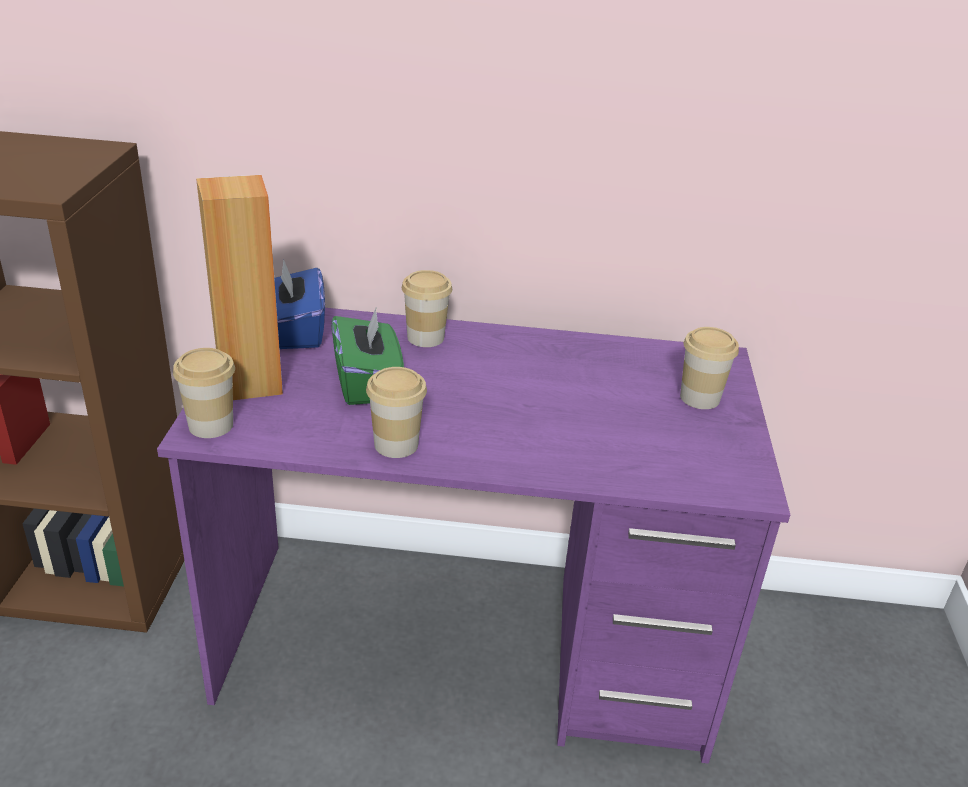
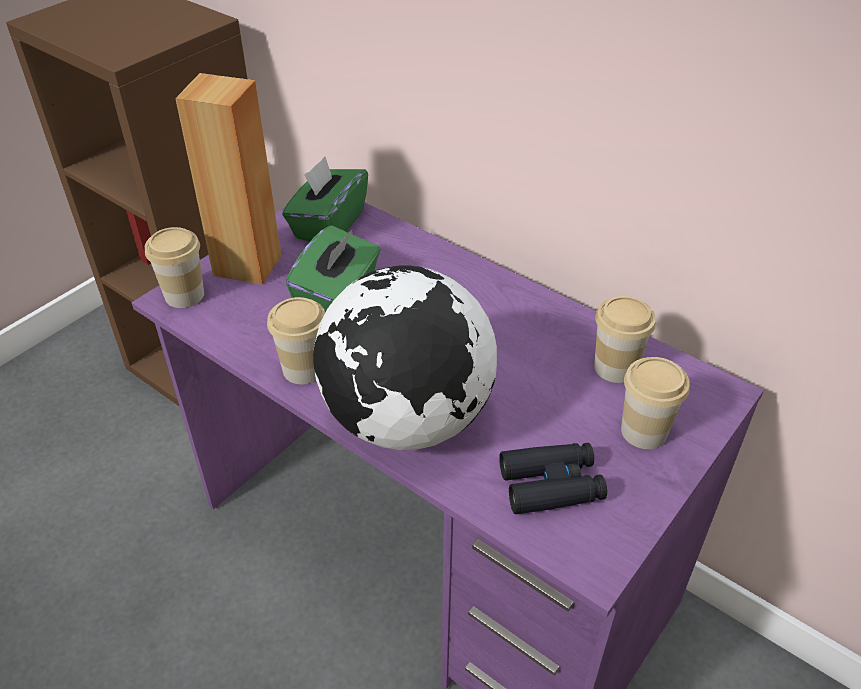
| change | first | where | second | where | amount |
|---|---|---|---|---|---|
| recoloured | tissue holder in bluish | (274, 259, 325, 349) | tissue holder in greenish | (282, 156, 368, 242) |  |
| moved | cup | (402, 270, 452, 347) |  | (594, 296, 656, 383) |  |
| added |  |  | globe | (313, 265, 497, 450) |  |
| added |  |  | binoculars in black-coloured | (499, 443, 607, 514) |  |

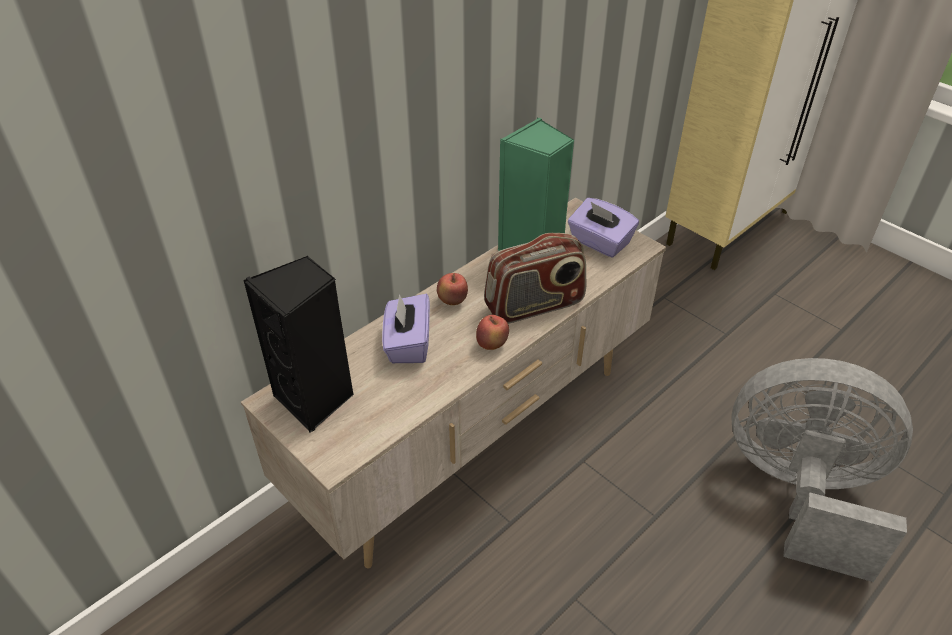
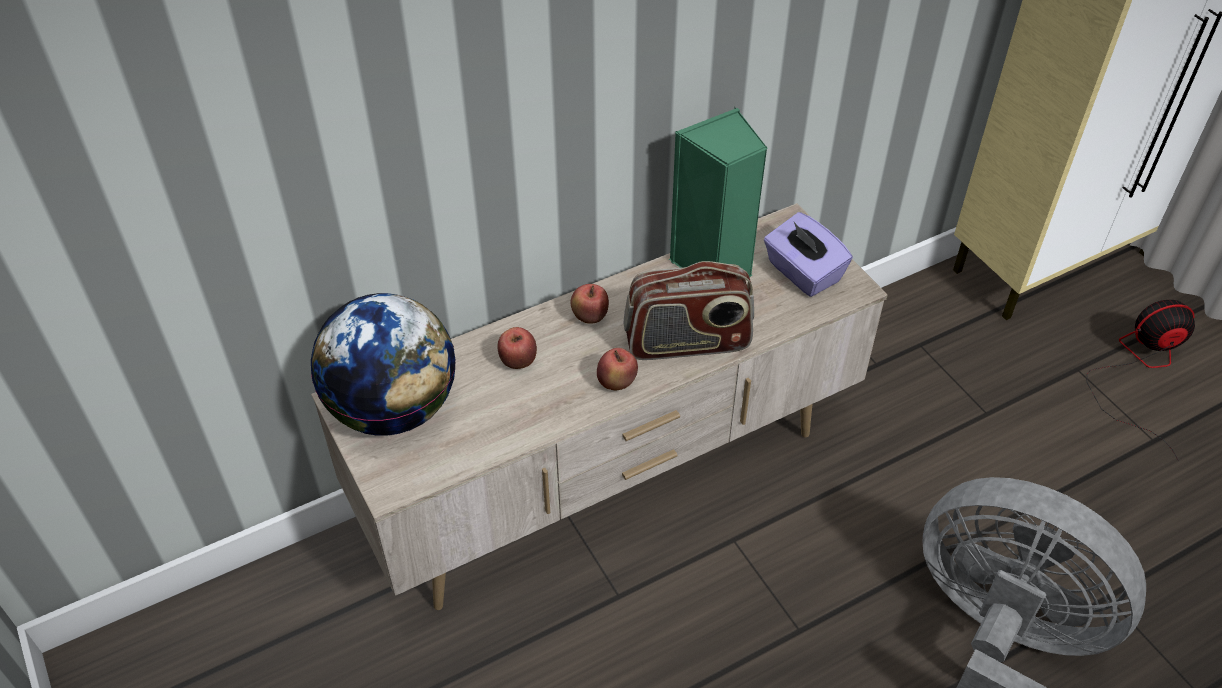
| change | first | where | second | where | amount |
|---|---|---|---|---|---|
| replaced | speaker in black-coloured | (244, 256, 354, 433) | globe | (311, 293, 456, 435) |  |
| replaced | tissue holder in purple | (382, 294, 430, 363) | apple | (497, 327, 537, 369) |  |
| added |  |  | electric fan | (1087, 300, 1195, 461) |  |

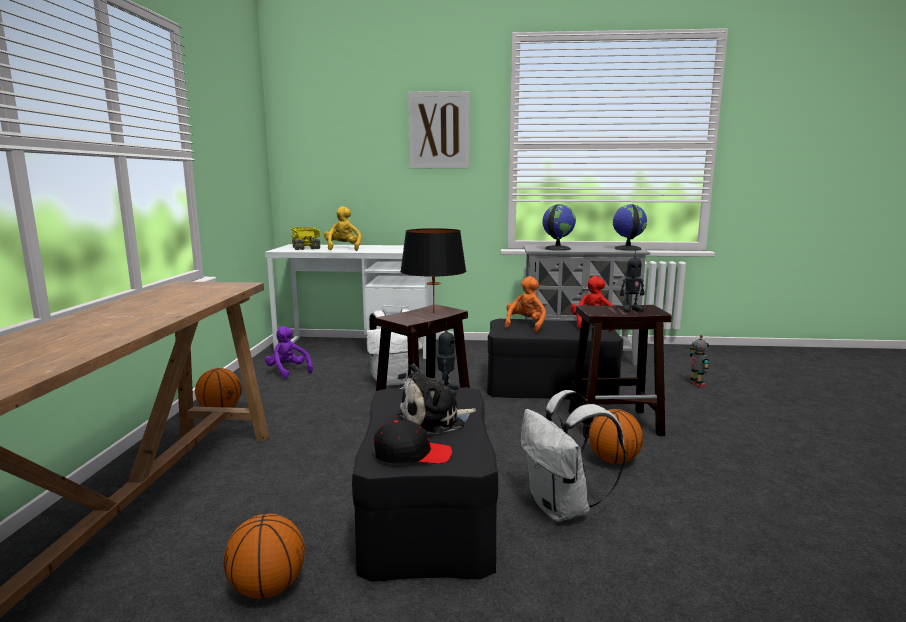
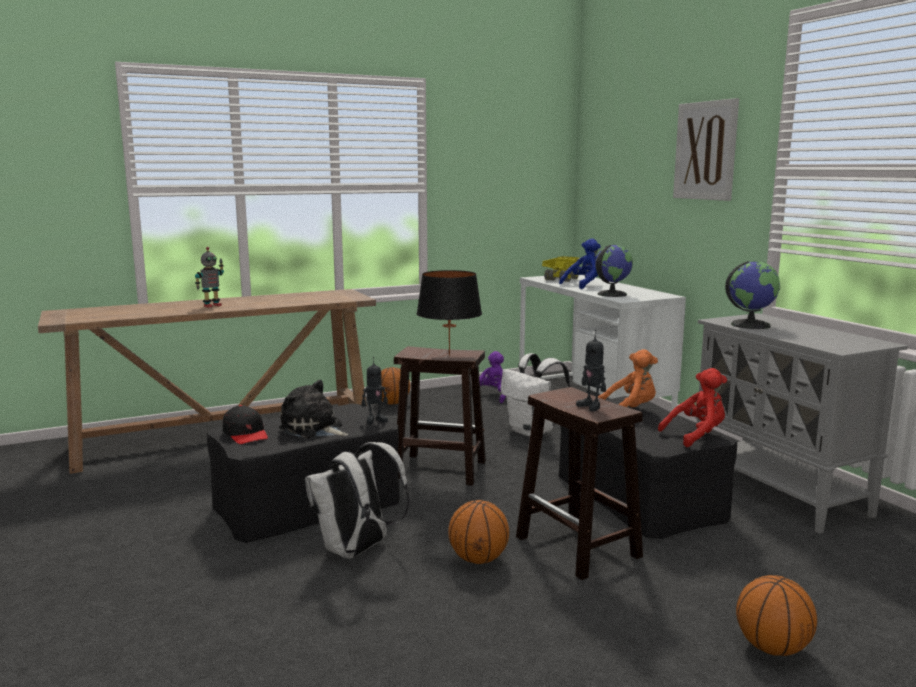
| change | first | where | second | where | amount |
|---|---|---|---|---|---|
| moved | globe | (613, 204, 647, 251) |  | (595, 245, 633, 297) |  |
| recoloured | plush toy in yellowish | (324, 206, 361, 251) | plush toy in bluish | (559, 239, 601, 289) |  |
| moved | toy robot | (689, 335, 709, 387) |  | (195, 247, 224, 308) |  |
| moved | basketball | (224, 514, 305, 599) |  | (736, 575, 817, 656) |  |

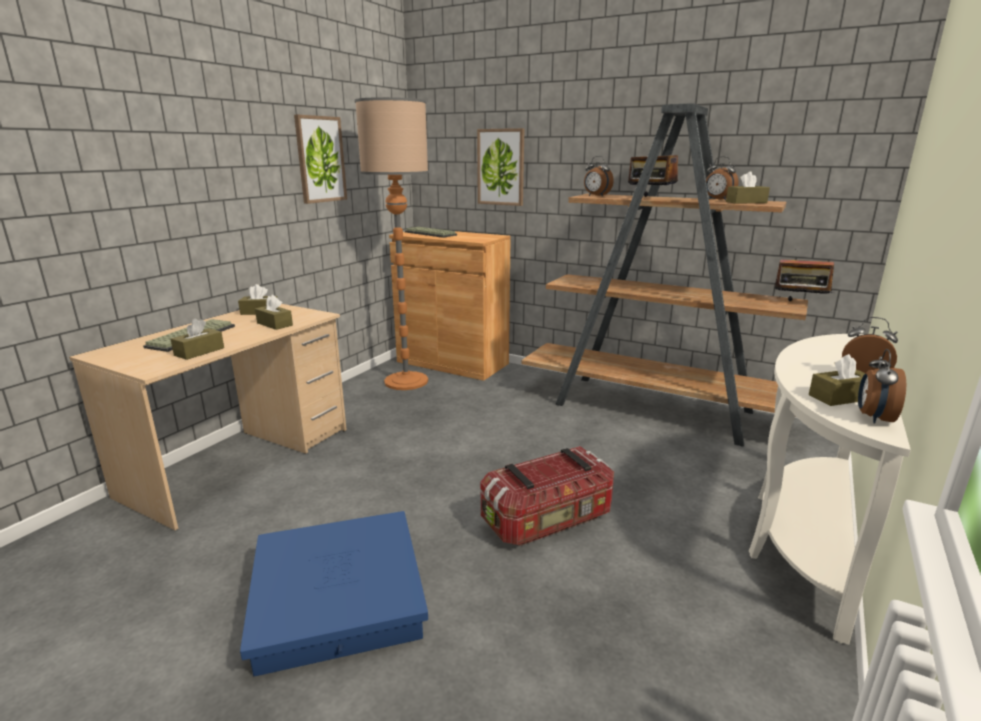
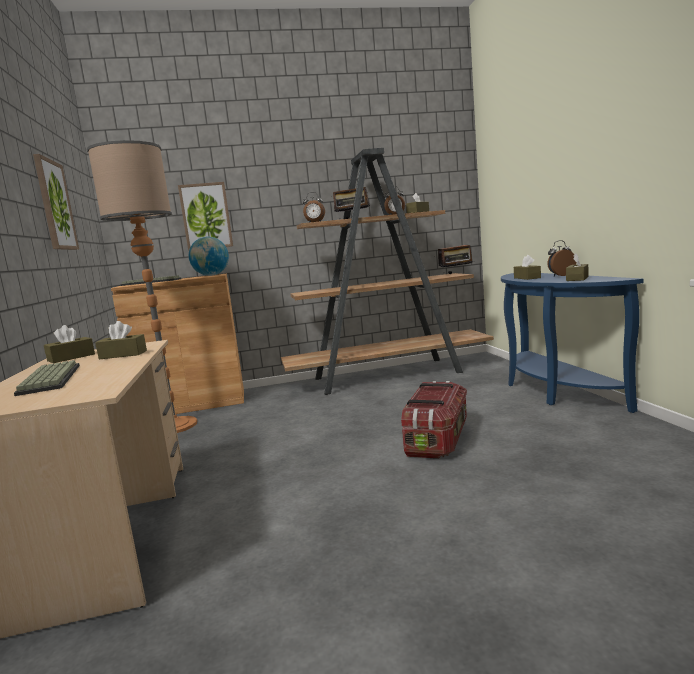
| change | first | where | second | where | amount |
|---|---|---|---|---|---|
| moved | tissue holder in brownish | (171, 318, 224, 360) |  | (514, 255, 541, 280) |  |
| recoloured | narrow table in white | (749, 334, 911, 645) | narrow table in bluish | (501, 273, 643, 413) |  |
| removed | alarm clock | (858, 349, 906, 424) |  |  |  |
| removed | storage bin in bluish | (240, 511, 428, 676) |  |  |  |
| added |  |  | globe | (189, 237, 229, 276) |  |

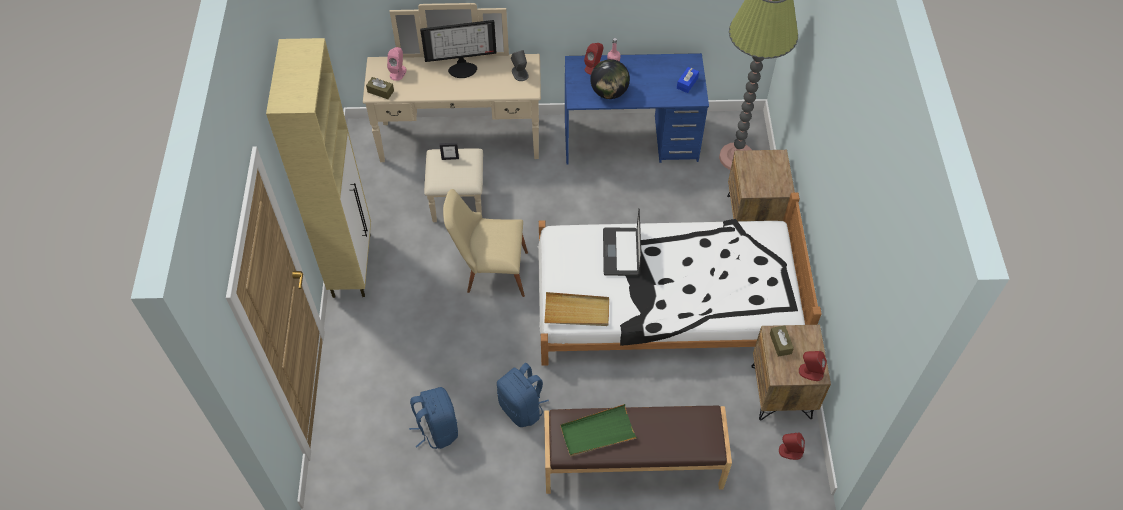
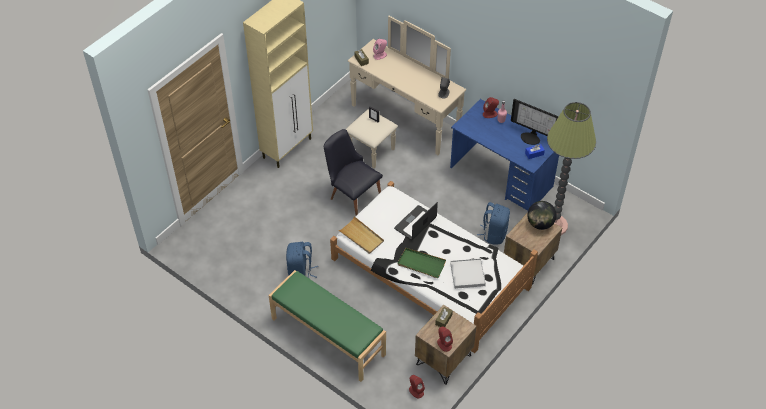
| change | first | where | second | where | amount |
|---|---|---|---|---|---|
| moved | computer display | (420, 20, 497, 78) |  | (511, 99, 559, 145) |  |
| moved | globe | (590, 59, 630, 99) |  | (527, 201, 557, 230) |  |
| recoloured | plain chair in beige | (443, 189, 528, 297) | plain chair in black-coloured | (324, 129, 383, 216) |  |
| moved | knapsack in bluish | (409, 387, 458, 449) |  | (477, 202, 510, 245) |  |
| moved | tray in greenish | (560, 404, 637, 456) |  | (397, 248, 446, 278) |  |
| recoloured | indoor bench in brownish | (544, 406, 732, 494) | indoor bench in greenish | (269, 270, 386, 382) |  |
| added |  |  | tray in white | (450, 258, 486, 289) |  |

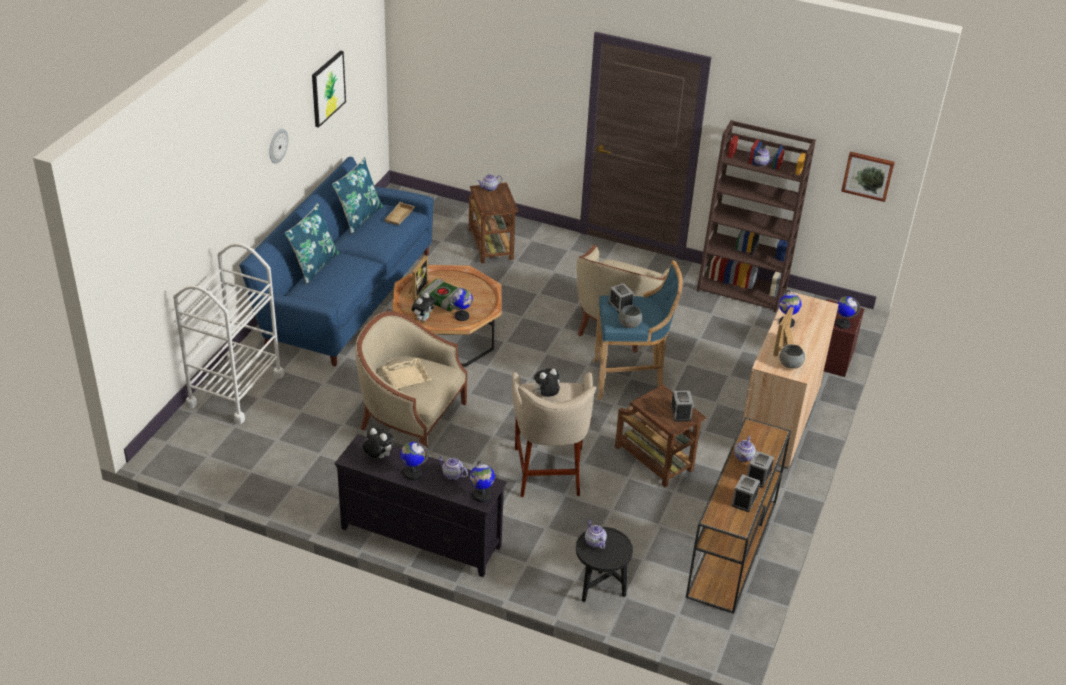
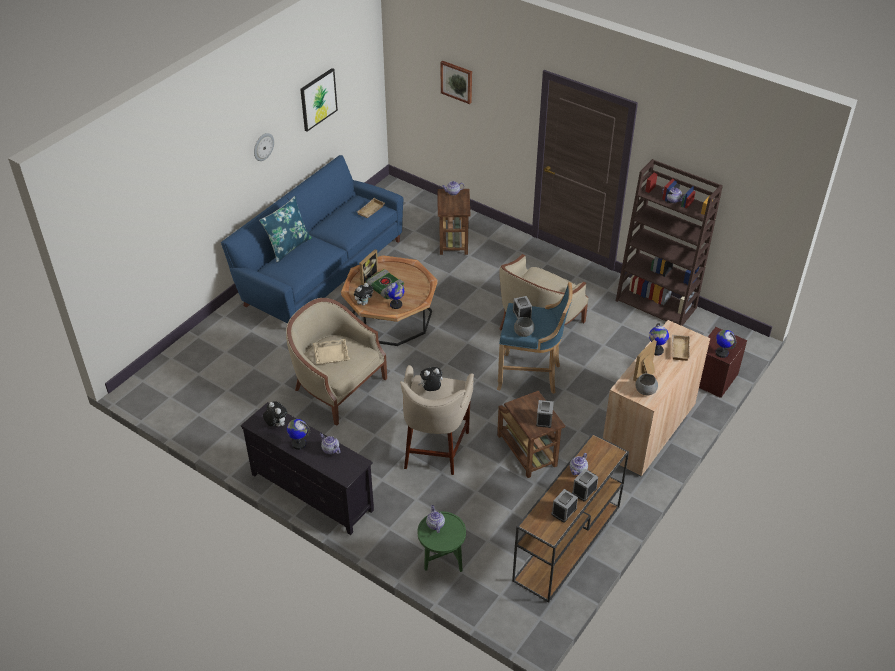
| change | first | where | second | where | amount |
|---|---|---|---|---|---|
| moved | picture | (841, 152, 895, 202) |  | (441, 61, 472, 104) |  |
| removed | cushion in bluish | (332, 157, 383, 234) |  |  |  |
| removed | wheeled cart in white | (173, 243, 284, 424) |  |  |  |
| removed | globe | (470, 461, 495, 502) |  |  |  |
| recoloured | accent table in black-coloured | (576, 527, 633, 602) | accent table in greenish | (418, 511, 466, 572) |  |
| added |  |  | tray in beige | (672, 335, 690, 361) |  |

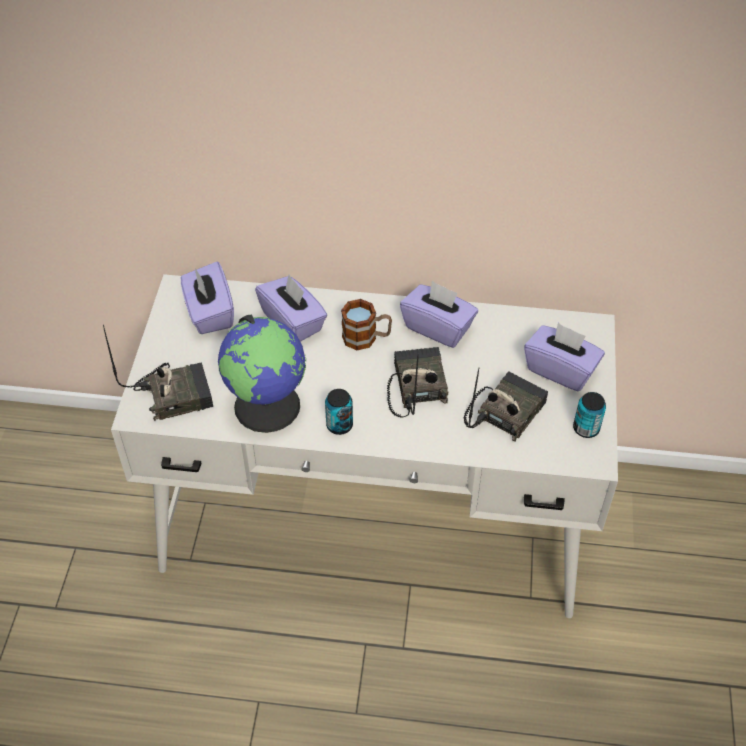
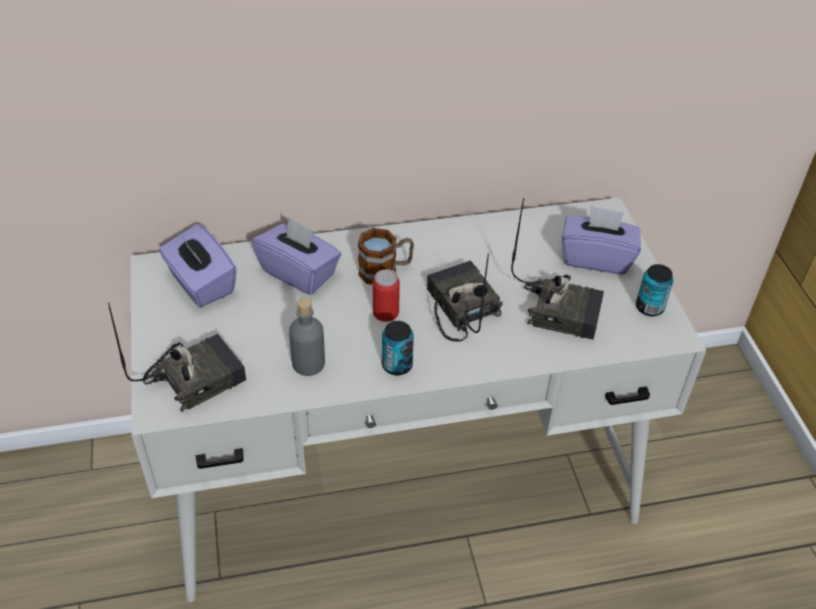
| change | first | where | second | where | amount |
|---|---|---|---|---|---|
| removed | tissue holder in purple | (400, 281, 478, 348) |  |  |  |
| replaced | globe | (218, 315, 306, 433) | bottle in gray | (289, 298, 325, 376) |  |
| turned | radio receiver | (464, 367, 548, 442) |  | (511, 198, 604, 339) | 90 degrees clockwise |
| added |  |  | metal can | (373, 269, 400, 322) |  |

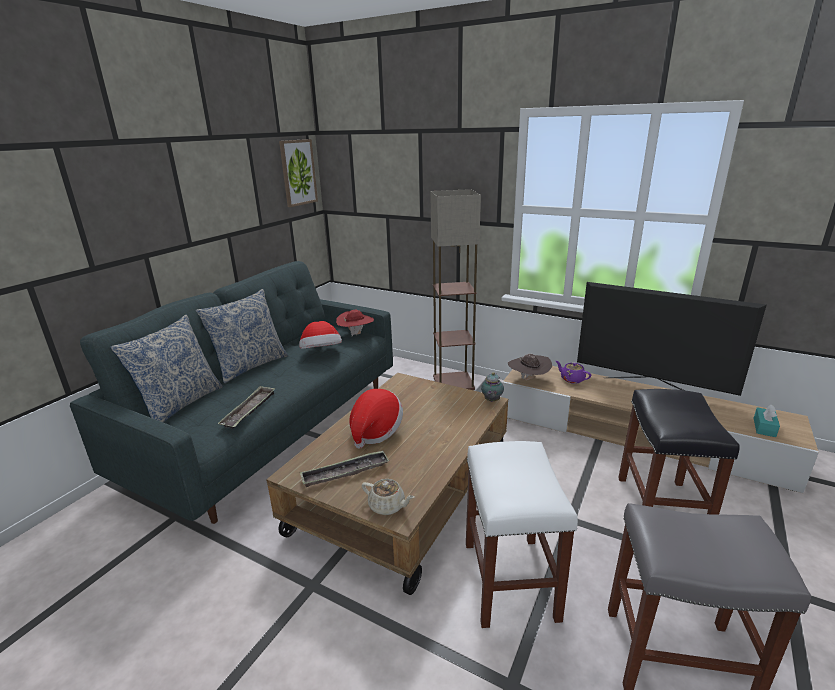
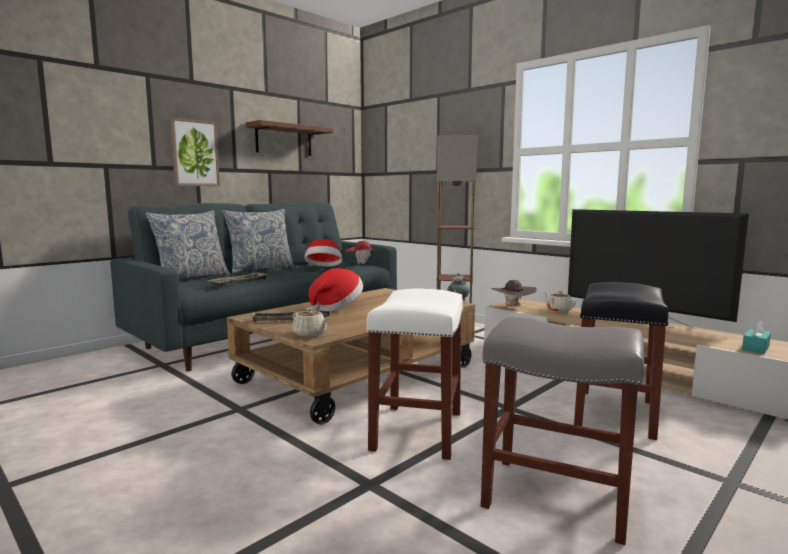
| change | first | where | second | where | amount |
|---|---|---|---|---|---|
| moved | picture | (279, 139, 318, 207) |  | (170, 117, 220, 186) |  |
| recoloured | teapot in purple | (556, 361, 591, 384) | teapot in beige | (544, 291, 576, 312) |  |
| added |  |  | shelf in brownish | (246, 120, 333, 156) |  |

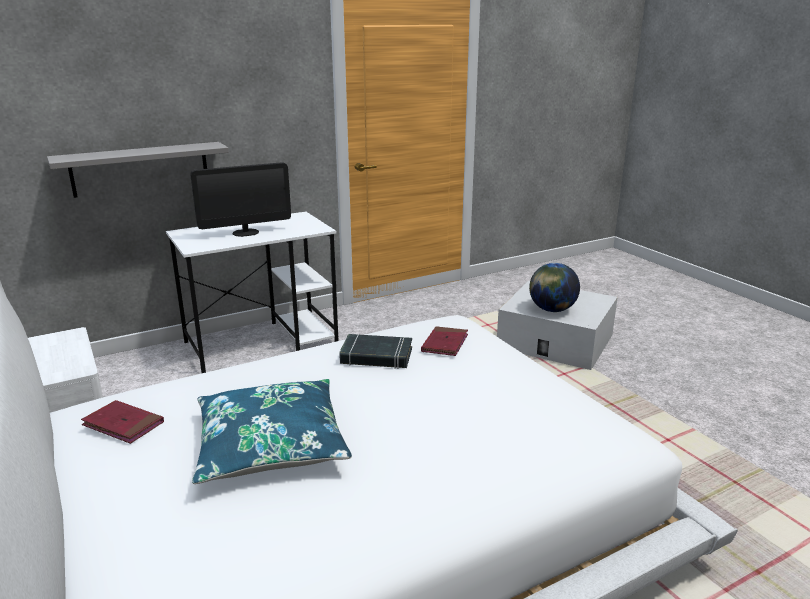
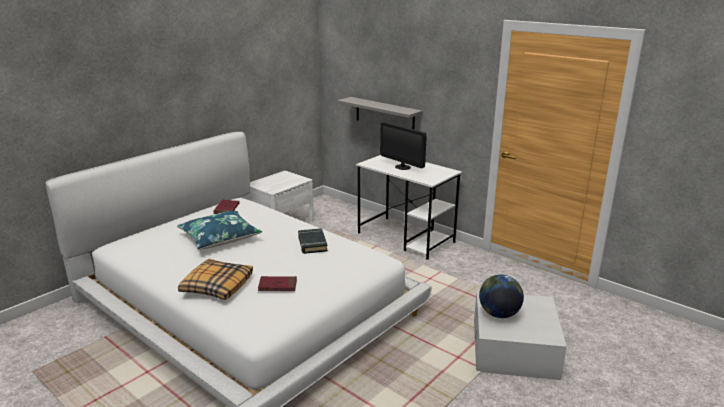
| change | first | where | second | where | amount |
|---|---|---|---|---|---|
| moved | bound book in red | (421, 326, 468, 356) |  | (258, 276, 297, 291) |  |
| added |  |  | cushion | (178, 259, 253, 300) |  |

